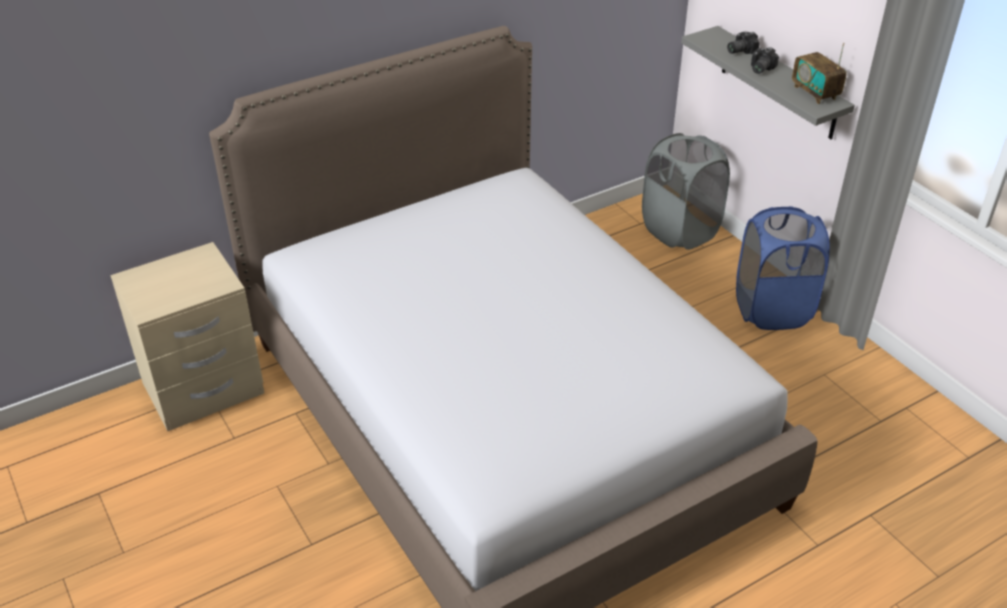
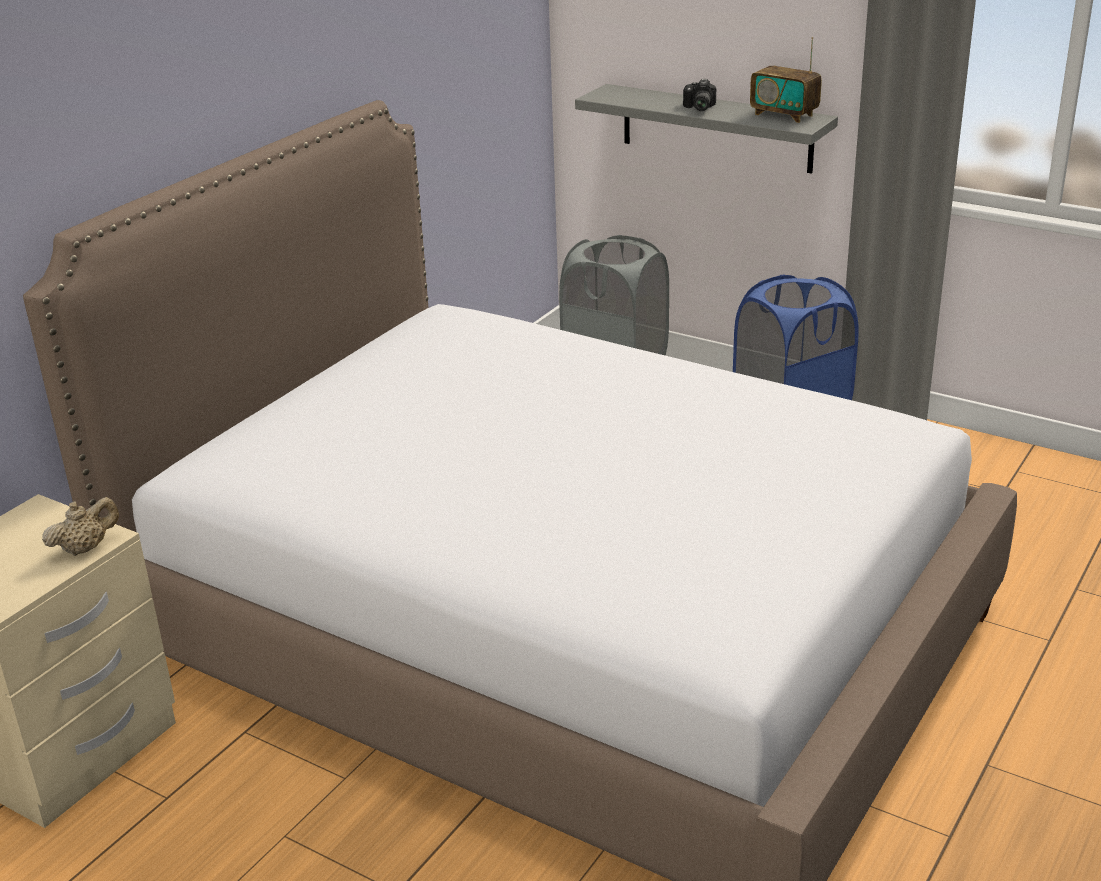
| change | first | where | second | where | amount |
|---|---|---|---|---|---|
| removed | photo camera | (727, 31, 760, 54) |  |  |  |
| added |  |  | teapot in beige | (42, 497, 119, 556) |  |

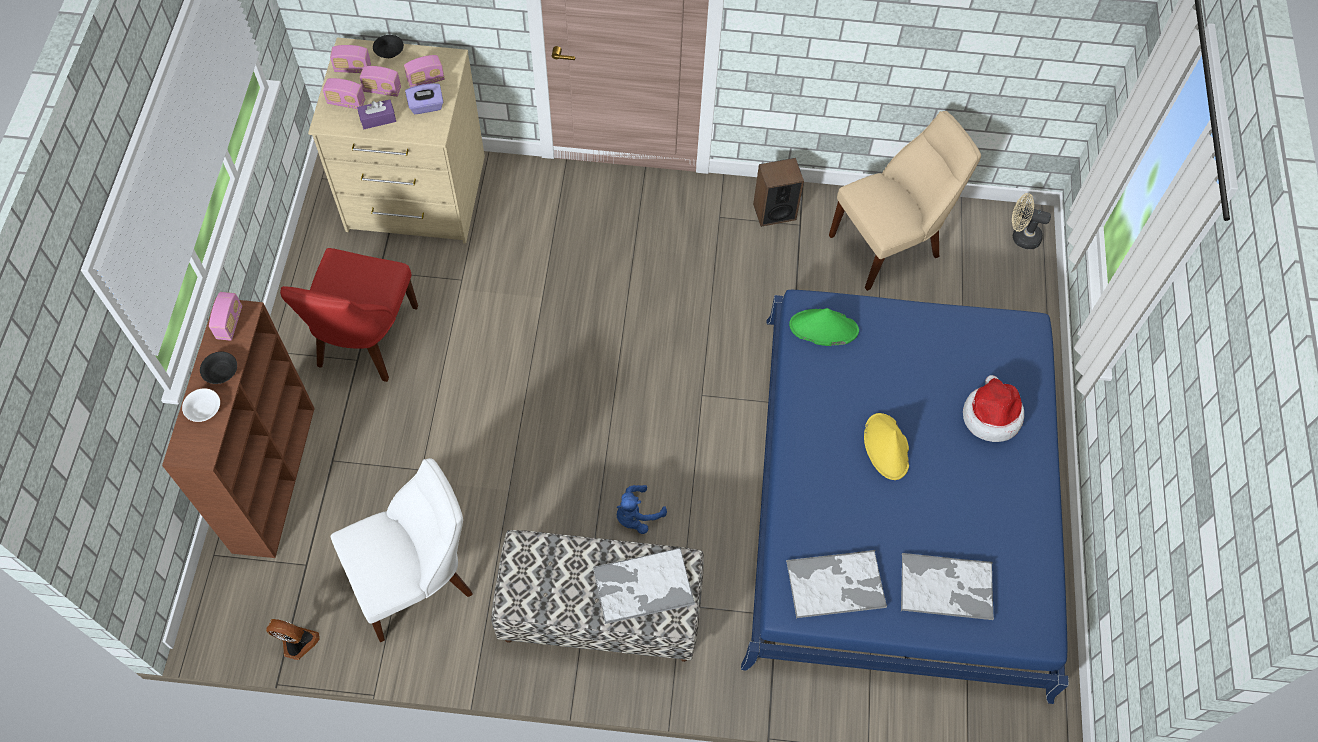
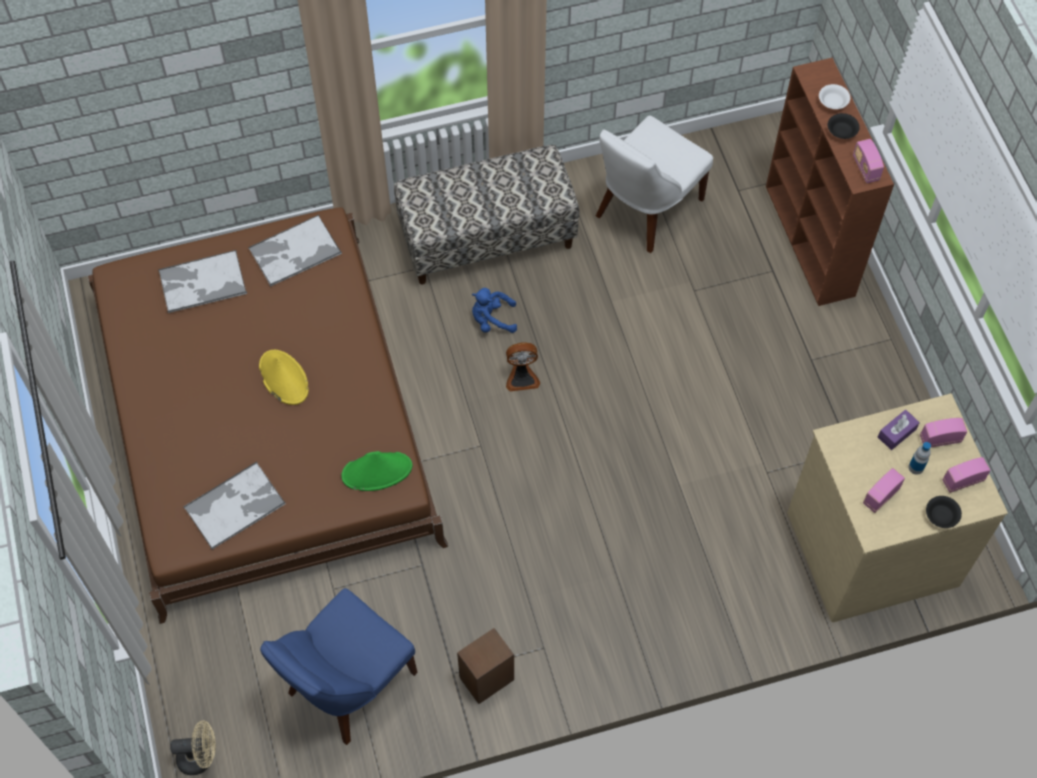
| change | first | where | second | where | amount |
|---|---|---|---|---|---|
| replaced | radio receiver | (359, 66, 401, 97) | bottle | (908, 442, 931, 475) |  |
| removed | tissue holder in purple | (405, 83, 443, 114) |  |  |  |
| recoloured | plain chair in beige | (829, 111, 981, 291) | plain chair in bluish | (260, 588, 418, 745) |  |
| removed | plain chair in red | (280, 248, 418, 382) |  |  |  |
| recoloured | sleeping bed in bluish | (741, 290, 1069, 704) | sleeping bed in brownish | (88, 207, 448, 624) |  |
| removed | hat | (963, 375, 1024, 442) |  |  |  |
| turned | plush toy in bluish | (617, 485, 667, 534) |  | (472, 288, 517, 333) | 120 degrees counterclockwise |
| moved | tray | (593, 547, 695, 624) |  | (183, 461, 286, 549) |  |
| moved | electric fan | (266, 619, 320, 660) |  | (506, 343, 540, 391) |  |

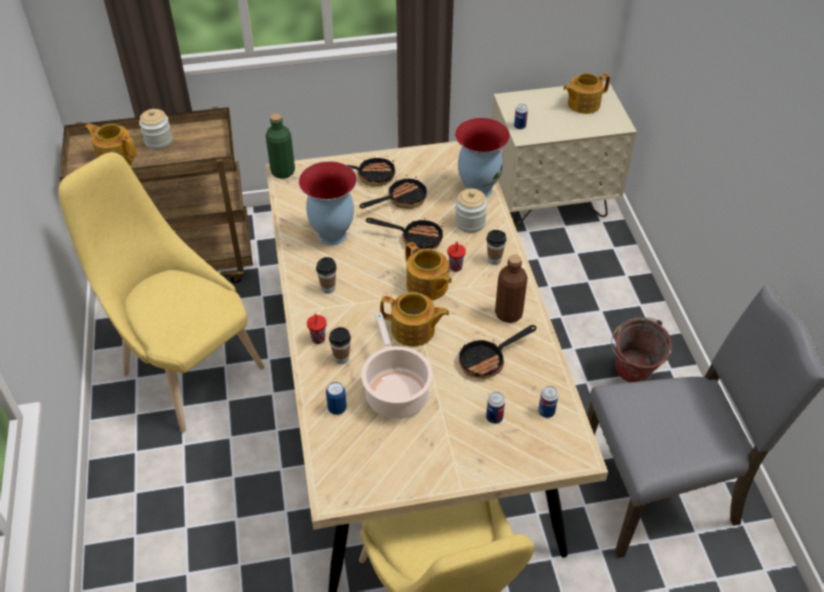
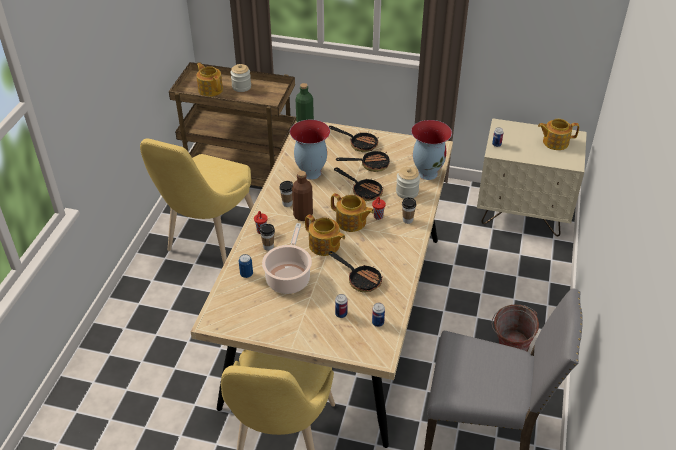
| change | first | where | second | where | amount |
|---|---|---|---|---|---|
| turned | plain chair in yellowish | (58, 152, 264, 433) |  | (140, 138, 254, 265) | 135 degrees counterclockwise |
| turned | teapot | (405, 242, 452, 300) |  | (331, 193, 374, 232) | 45 degrees counterclockwise |
| moved | bottle in brownish | (495, 254, 528, 323) |  | (292, 171, 313, 221) |  |
| turned | pan | (459, 325, 537, 379) |  | (328, 251, 383, 292) | 135 degrees counterclockwise |

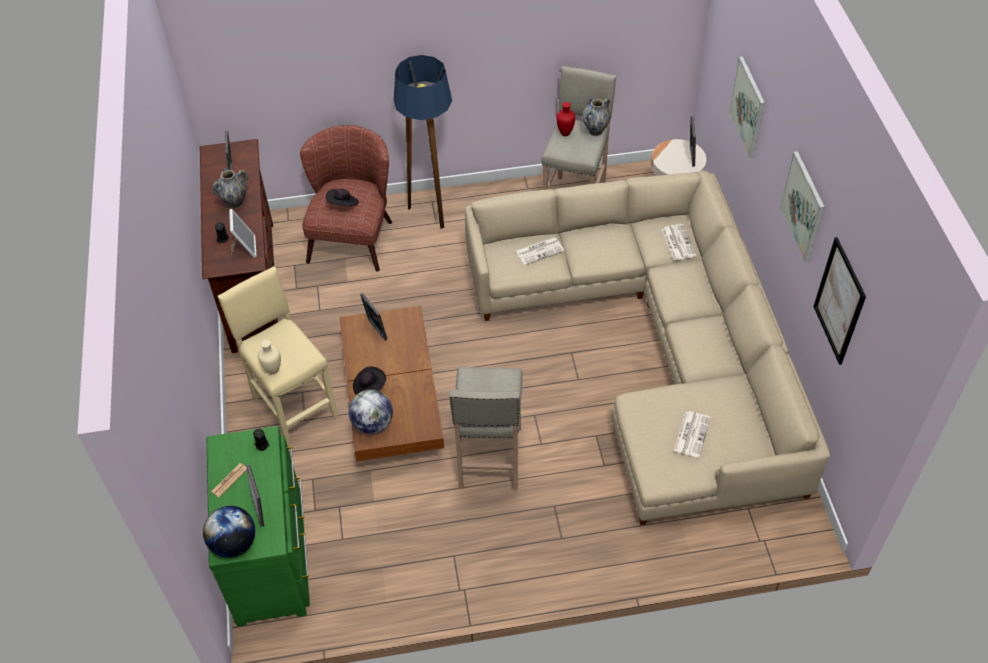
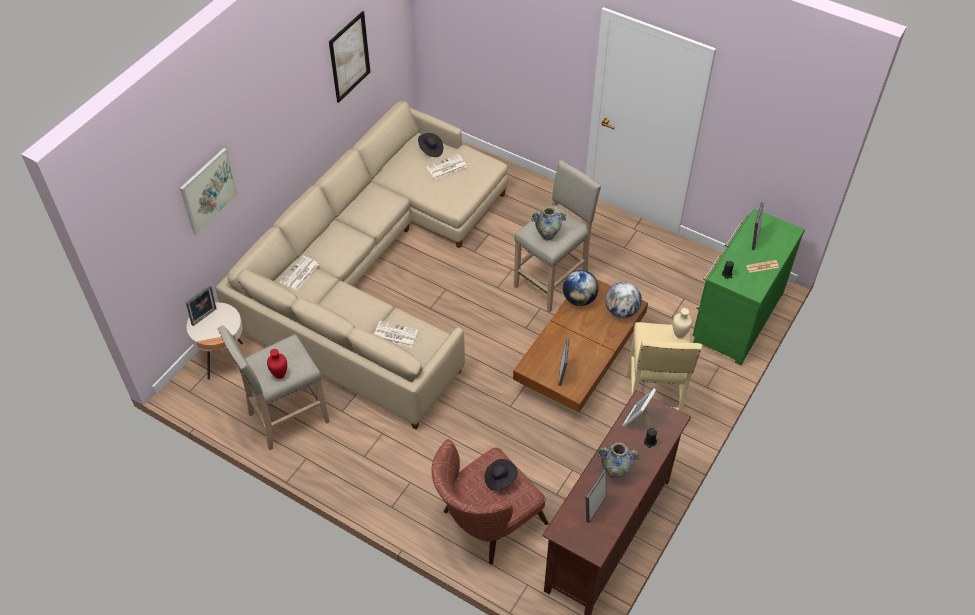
| change | first | where | second | where | amount |
|---|---|---|---|---|---|
| removed | standard lamp | (394, 55, 452, 229) |  |  |  |
| moved | vase | (583, 98, 610, 136) |  | (531, 207, 566, 240) |  |
| removed | picture | (780, 151, 825, 262) |  |  |  |
| moved | hat in black-coloured | (353, 367, 386, 395) |  | (418, 133, 443, 157) |  |
| moved | globe | (203, 506, 255, 558) |  | (563, 270, 599, 306) |  |

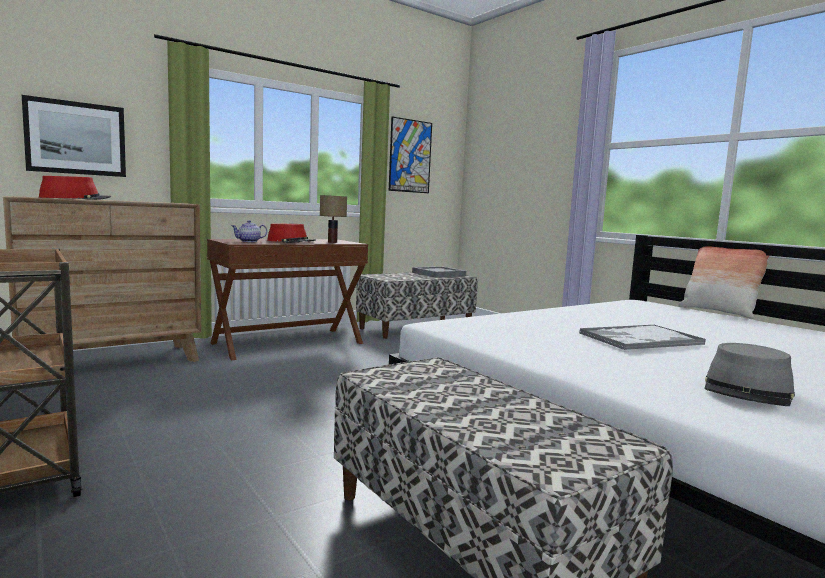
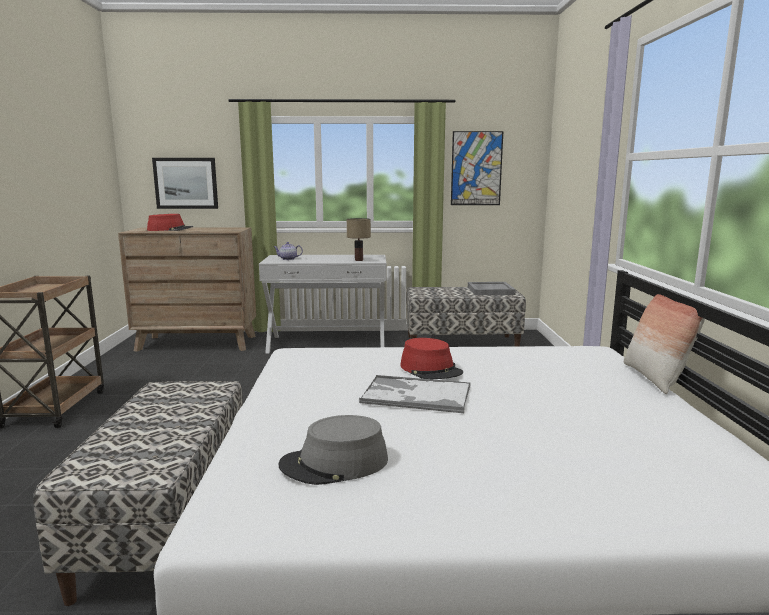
| change | first | where | second | where | amount |
|---|---|---|---|---|---|
| moved | hat in red | (267, 224, 316, 243) |  | (400, 338, 463, 379) |  |
| recoloured | narrow table in brownish | (207, 239, 368, 360) | narrow table in white | (259, 255, 387, 354) |  |

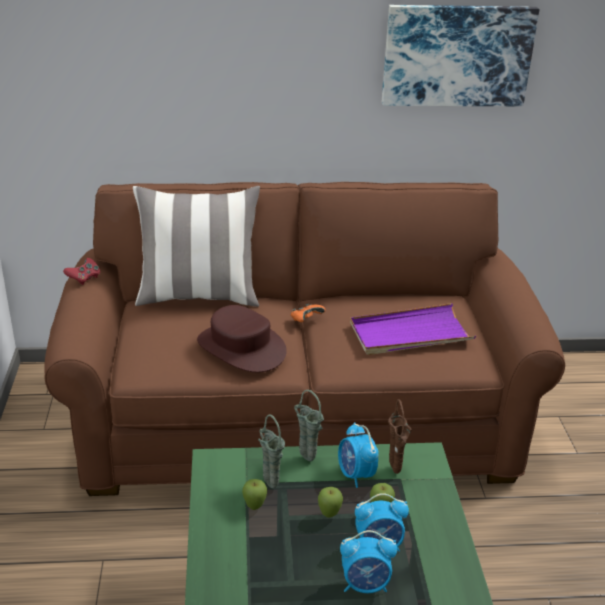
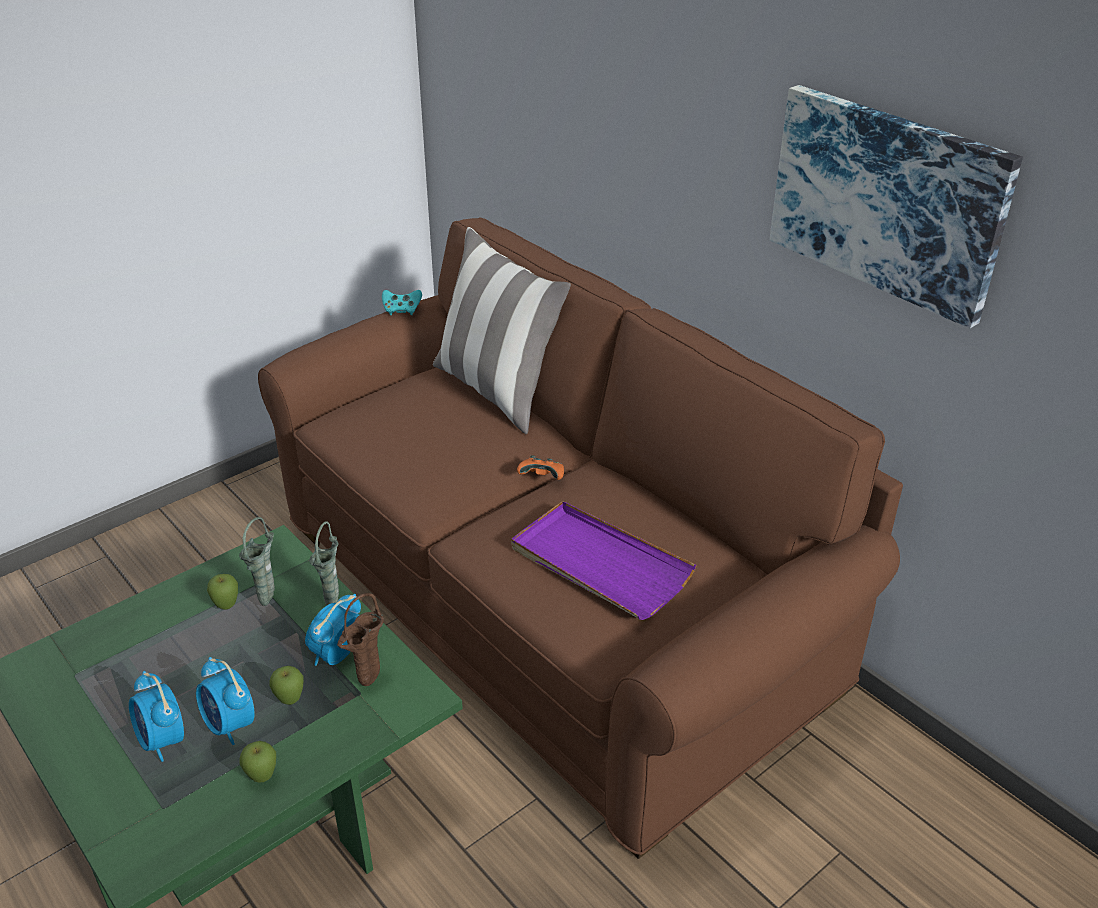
| change | first | where | second | where | amount |
|---|---|---|---|---|---|
| recoloured | game controller in red | (63, 258, 100, 285) | game controller in blue-green | (382, 290, 422, 315) |  |
| removed | hat in brownish | (197, 305, 287, 372) |  |  |  |
| moved | apple | (318, 487, 343, 518) |  | (240, 741, 276, 783) |  |

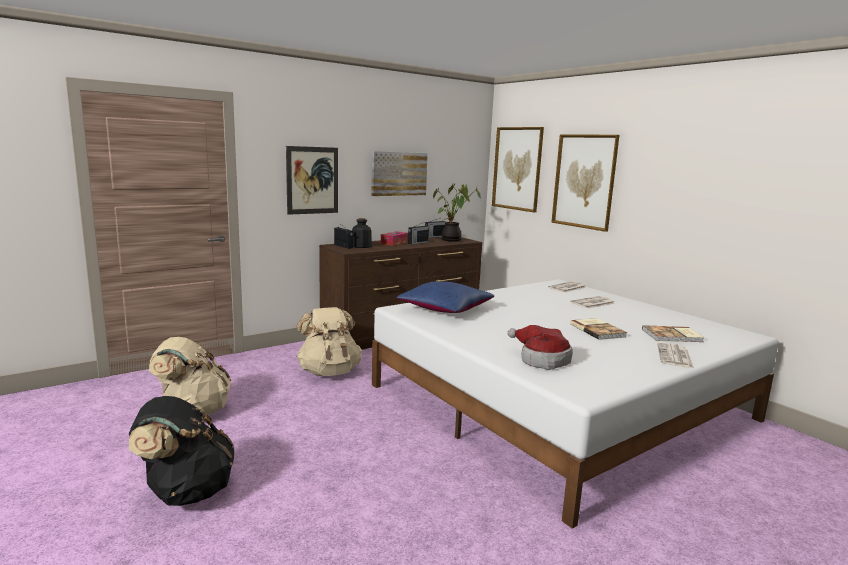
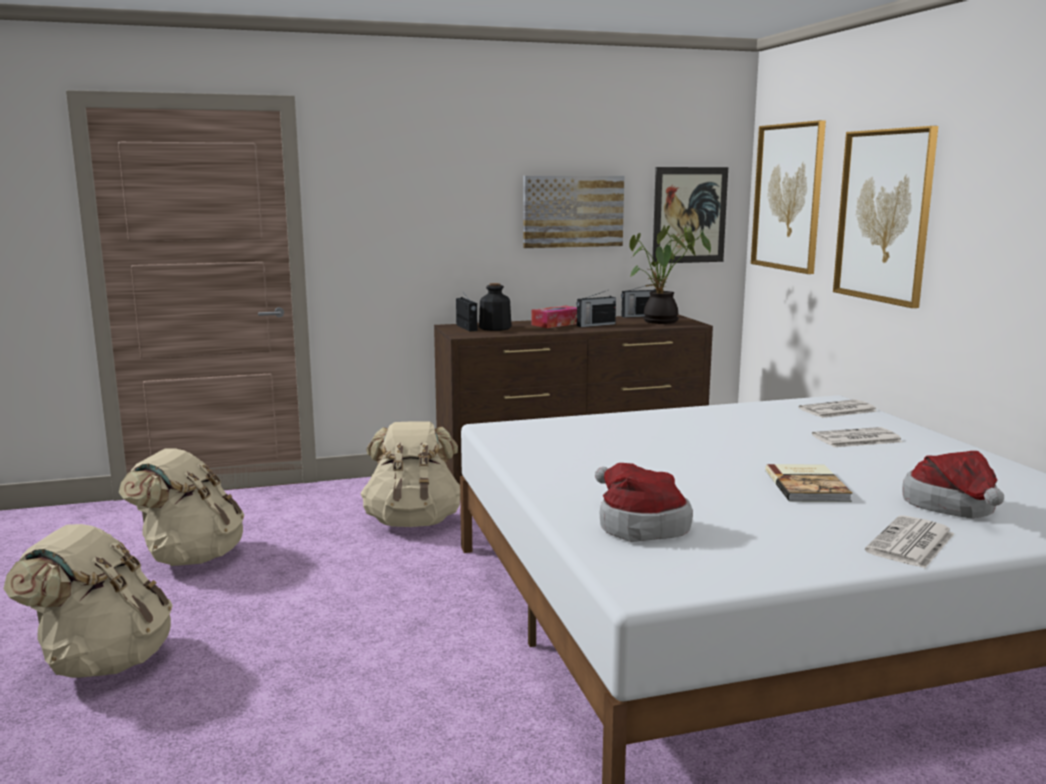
| change | first | where | second | where | amount |
|---|---|---|---|---|---|
| moved | picture | (286, 146, 338, 215) |  | (652, 167, 728, 264) |  |
| removed | cushion in bluish | (396, 281, 495, 313) |  |  |  |
| replaced | bound book | (642, 325, 705, 342) | hat | (902, 451, 1004, 518) |  |
| recoloured | knapsack in black-coloured | (129, 396, 234, 506) | knapsack in beige | (3, 524, 173, 678) |  |

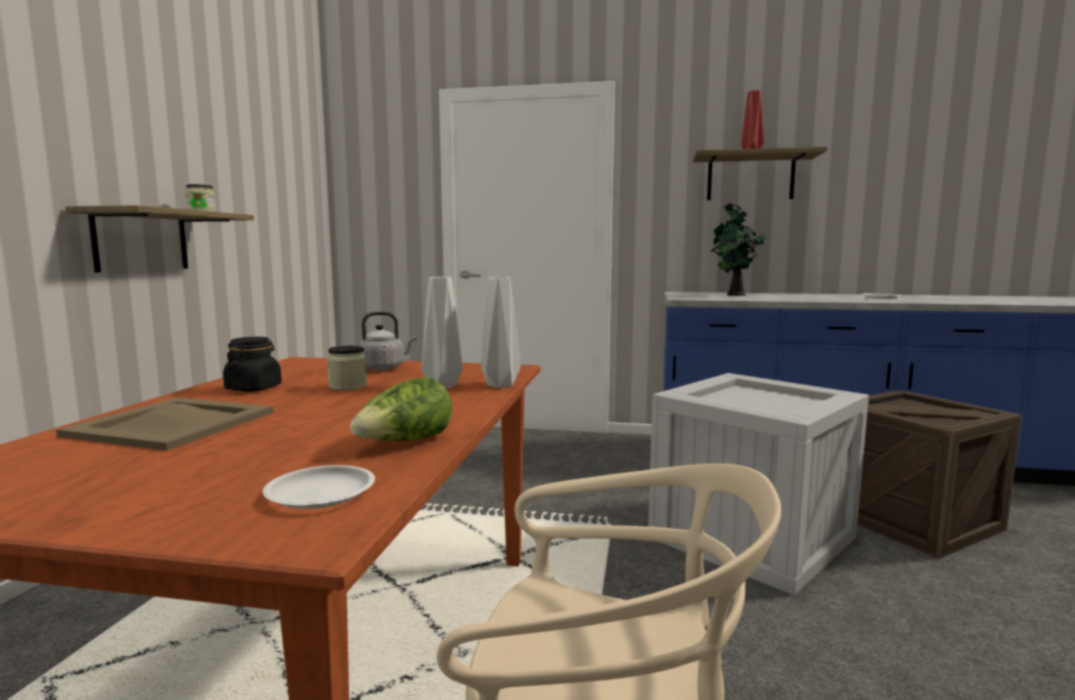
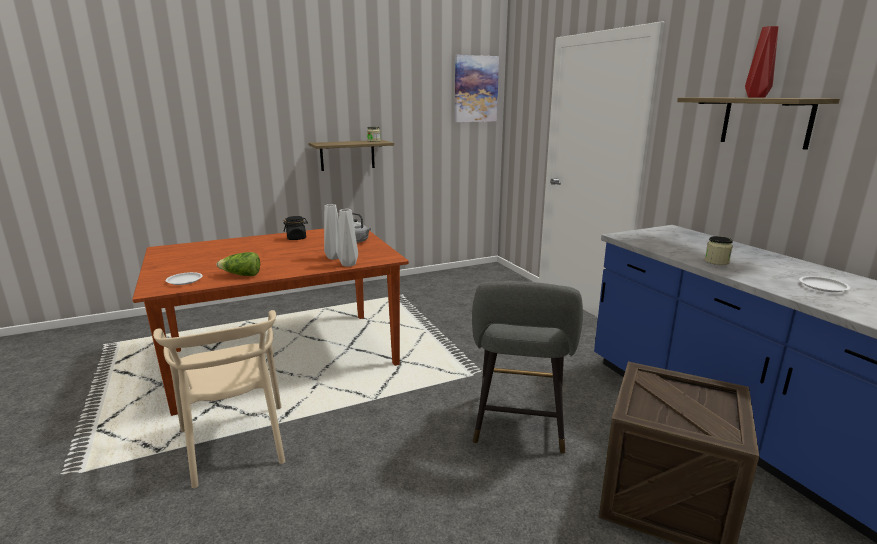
| change | first | where | second | where | amount |
|---|---|---|---|---|---|
| removed | plant in a pot | (711, 203, 767, 296) |  |  |  |
| moved | preserve jar | (327, 345, 367, 391) |  | (704, 236, 733, 265) |  |
| replaced | shipping crate | (648, 373, 869, 595) | stool seat in gray | (472, 281, 583, 454) |  |
| removed | tray in beige | (56, 398, 274, 451) |  |  |  |
| added |  |  | picture | (455, 55, 499, 122) |  |

